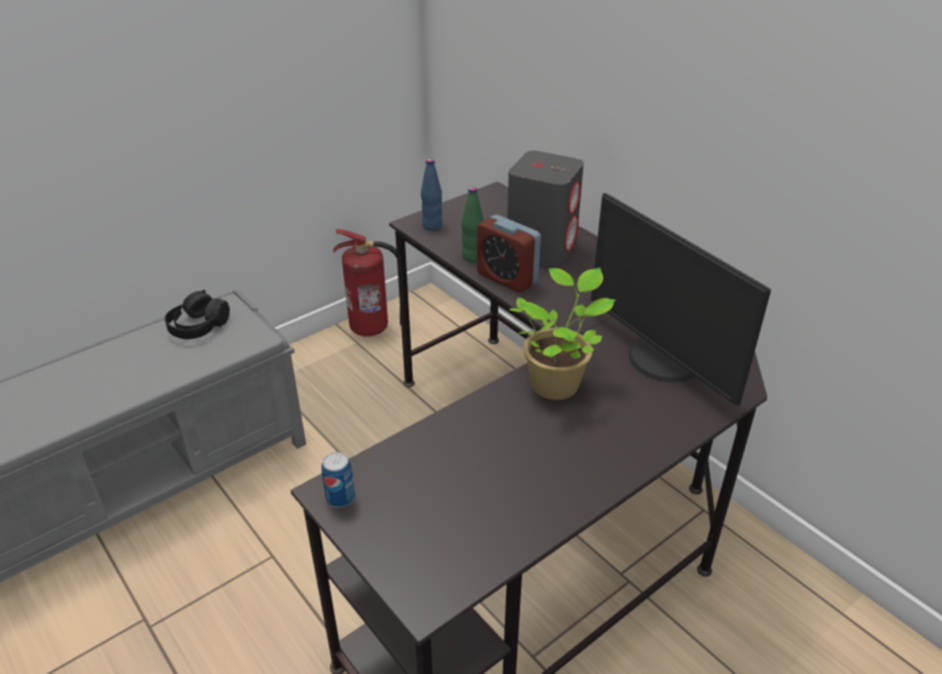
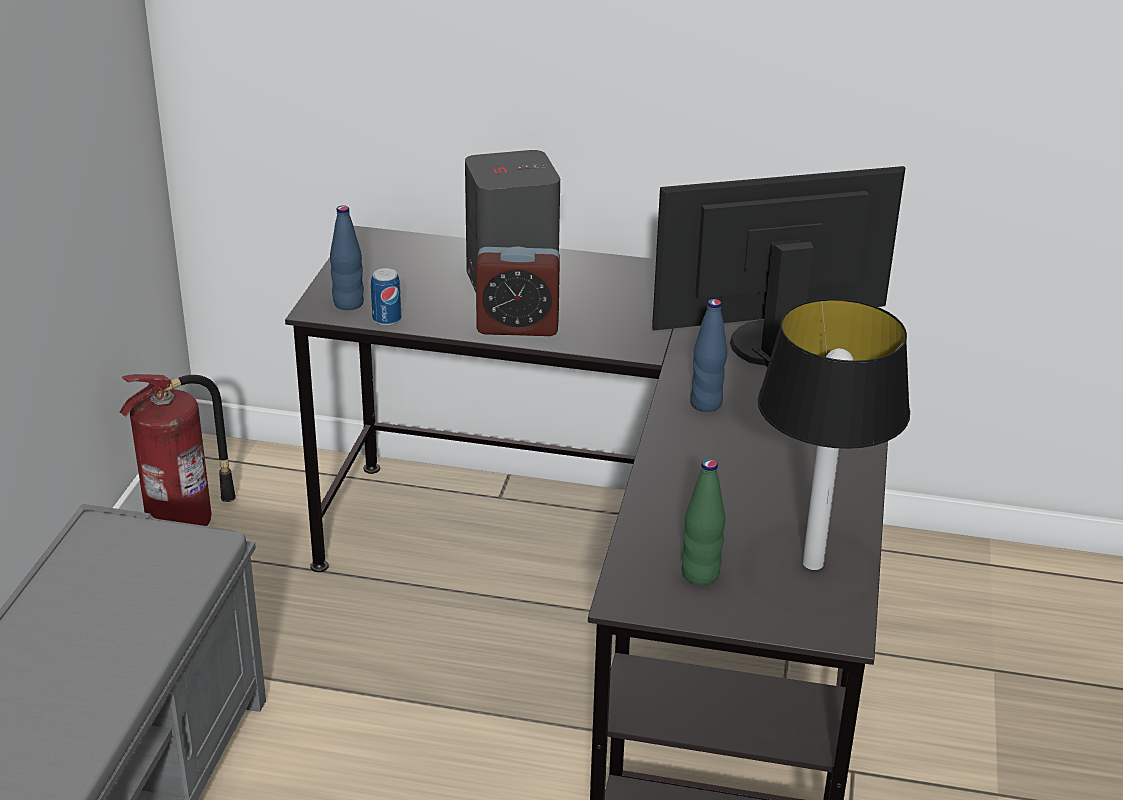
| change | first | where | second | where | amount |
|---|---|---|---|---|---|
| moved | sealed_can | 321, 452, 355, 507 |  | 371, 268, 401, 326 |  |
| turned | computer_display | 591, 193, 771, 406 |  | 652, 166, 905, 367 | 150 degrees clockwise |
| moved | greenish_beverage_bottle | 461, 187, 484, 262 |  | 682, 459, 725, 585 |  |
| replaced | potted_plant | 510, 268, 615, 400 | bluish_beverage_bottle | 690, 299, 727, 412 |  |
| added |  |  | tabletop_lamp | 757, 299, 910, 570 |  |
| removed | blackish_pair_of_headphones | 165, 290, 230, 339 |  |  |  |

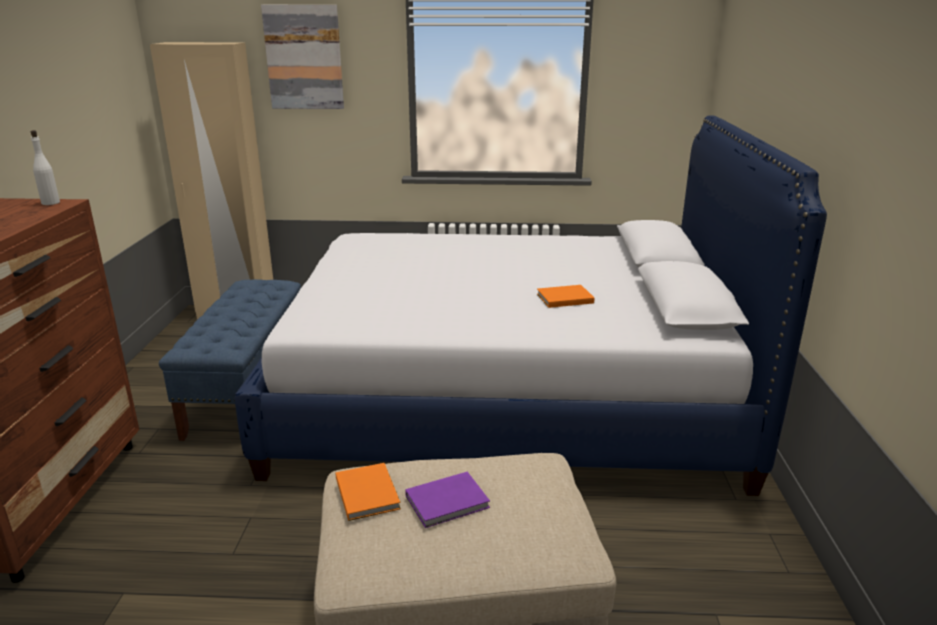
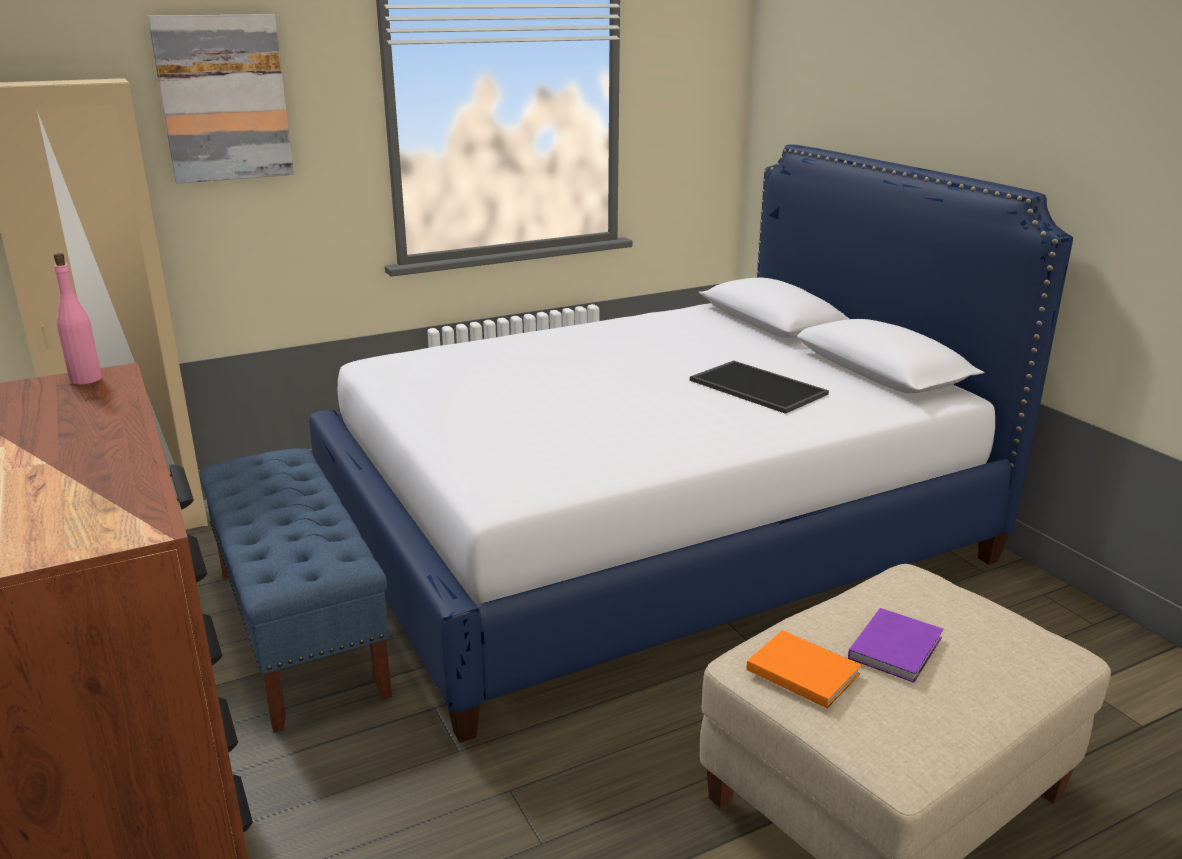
| change | first | where | second | where | amount |
|---|---|---|---|---|---|
| recoloured | whitish_beverage_bottle | 31, 130, 60, 205 | pink_beverage_bottle | 54, 253, 102, 385 |  |
| replaced | orange_book | 537, 285, 594, 308 | serving_tray | 690, 361, 829, 414 |  |

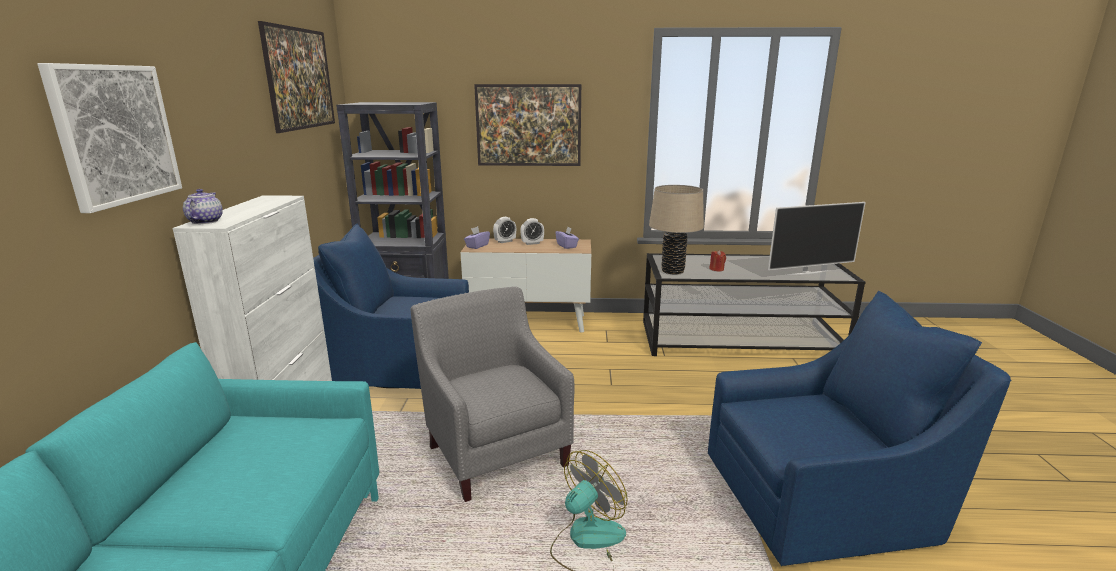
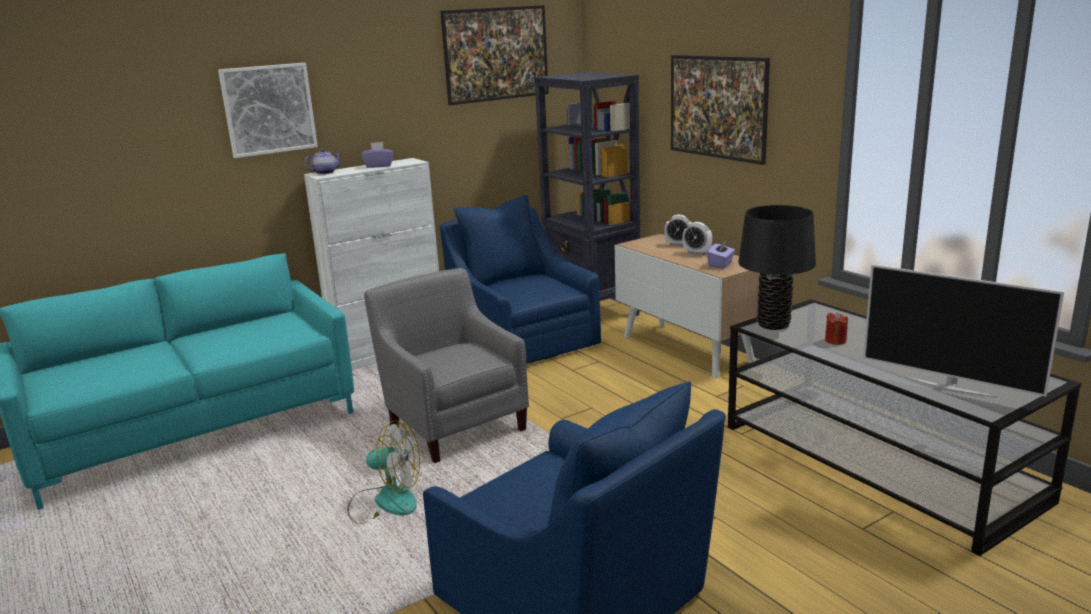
| change | first | where | second | where | amount |
|---|---|---|---|---|---|
| moved | purplish_box_of_tissues | 464, 226, 490, 249 |  | 362, 142, 393, 168 |  |
| turned | greyish_easy_chair | 411, 286, 575, 502 |  | 364, 268, 529, 463 | 60 degrees counterclockwise |
| recoloured | beige_tabletop_lamp | 649, 185, 704, 274 | blackish_tabletop_lamp | 738, 205, 816, 330 |  |

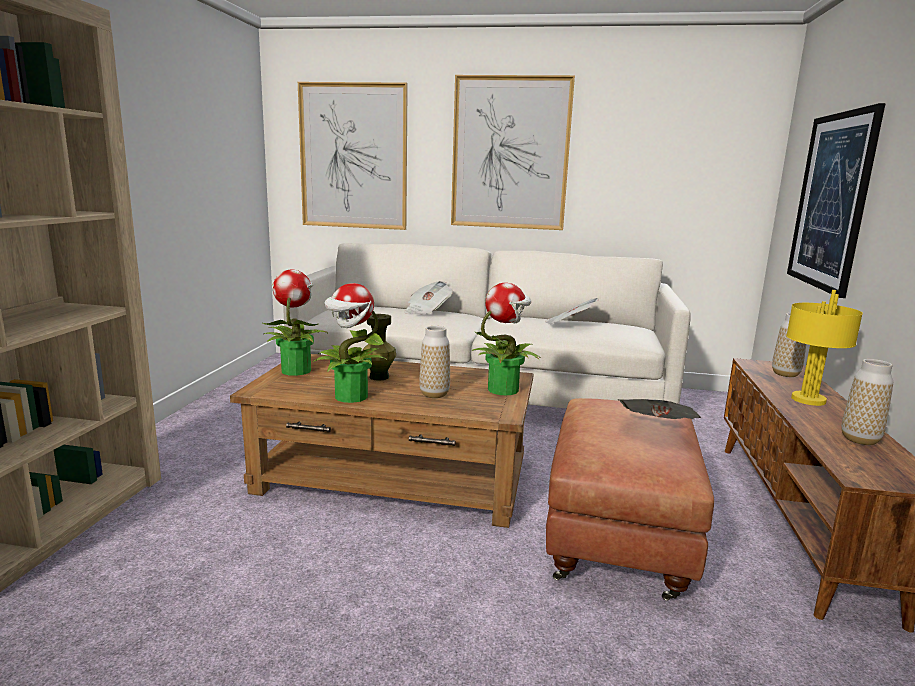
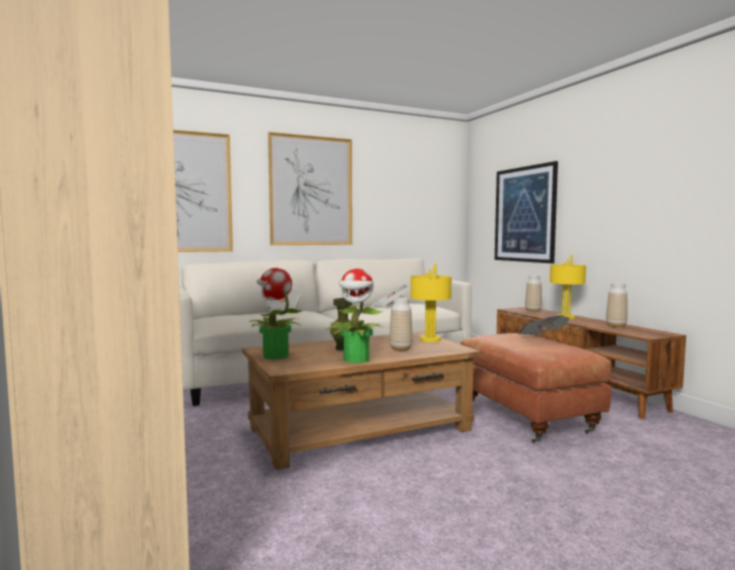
| change | first | where | second | where | amount |
|---|---|---|---|---|---|
| replaced | potted_plant | 472, 283, 540, 395 | yellow_tabletop_lamp | 410, 263, 452, 342 |  |

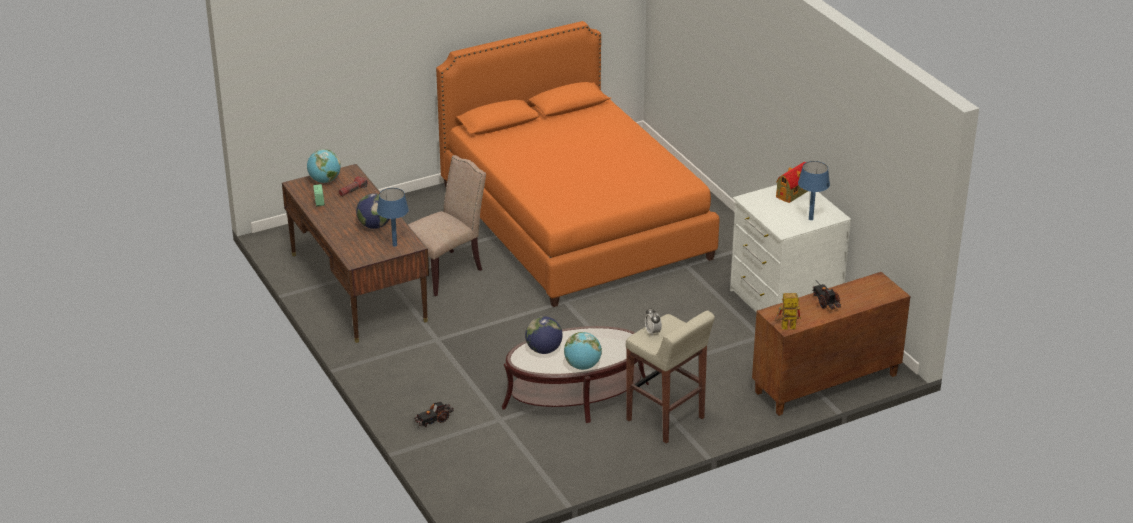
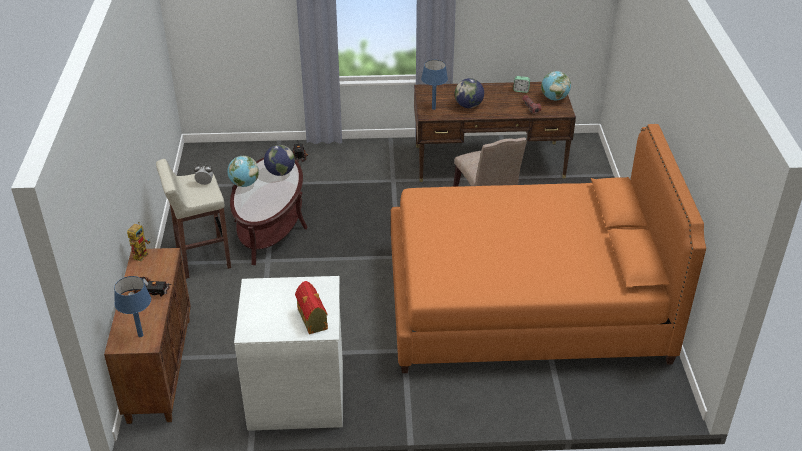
| change | first | where | second | where | amount |
|---|---|---|---|---|---|
| moved | bluish_tabletop_lamp | 798, 161, 830, 220 |  | 114, 276, 151, 337 |  |

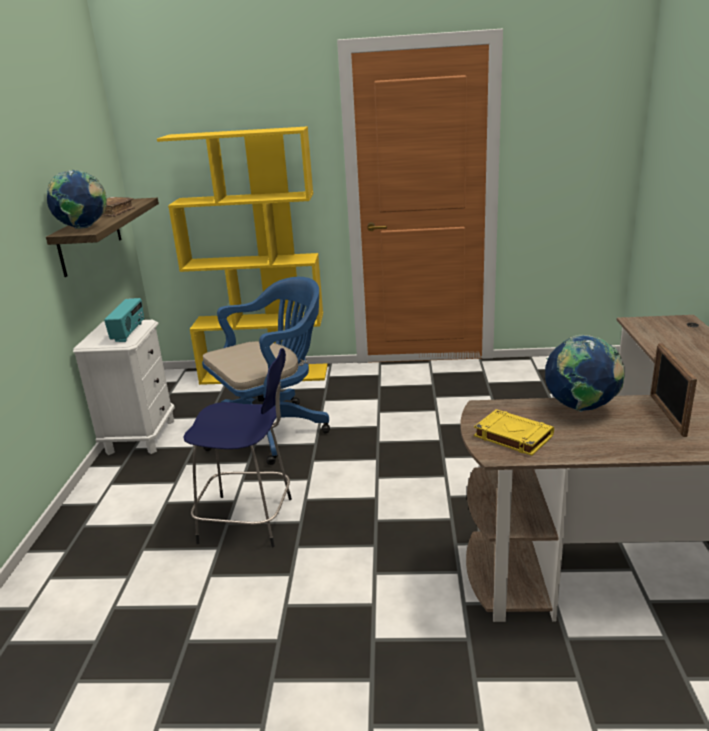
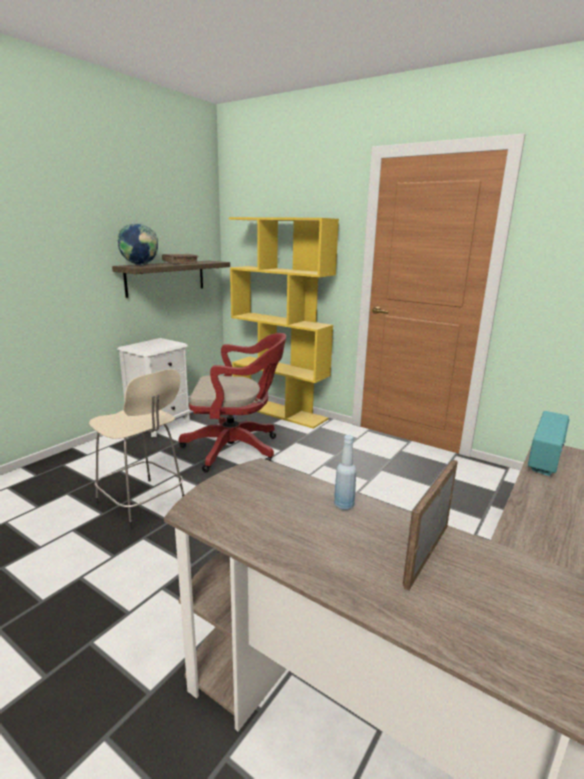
| change | first | where | second | where | amount |
|---|---|---|---|---|---|
| recoloured | bluish_sitting_stool | 183, 348, 292, 547 | beige_sitting_stool | 89, 369, 184, 530 |  |
| recoloured | bluish_computer_chair | 202, 277, 330, 465 | red-coloured_computer_chair | 179, 333, 286, 472 |  |
| replaced | globe | 545, 334, 625, 412 | bluish_beverage_bottle | 334, 435, 357, 510 |  |
| moved | radio | 104, 298, 144, 342 |  | 528, 411, 570, 476 |  |
| removed | yellow_book | 474, 409, 554, 456 |  |  |  |

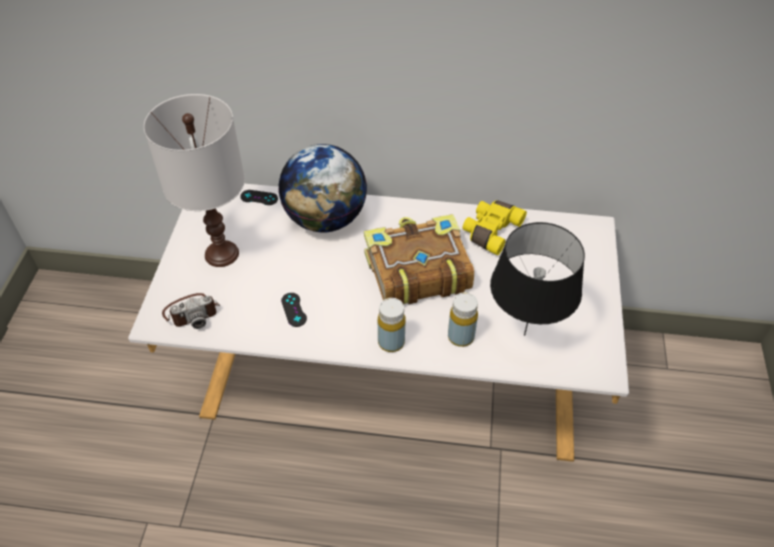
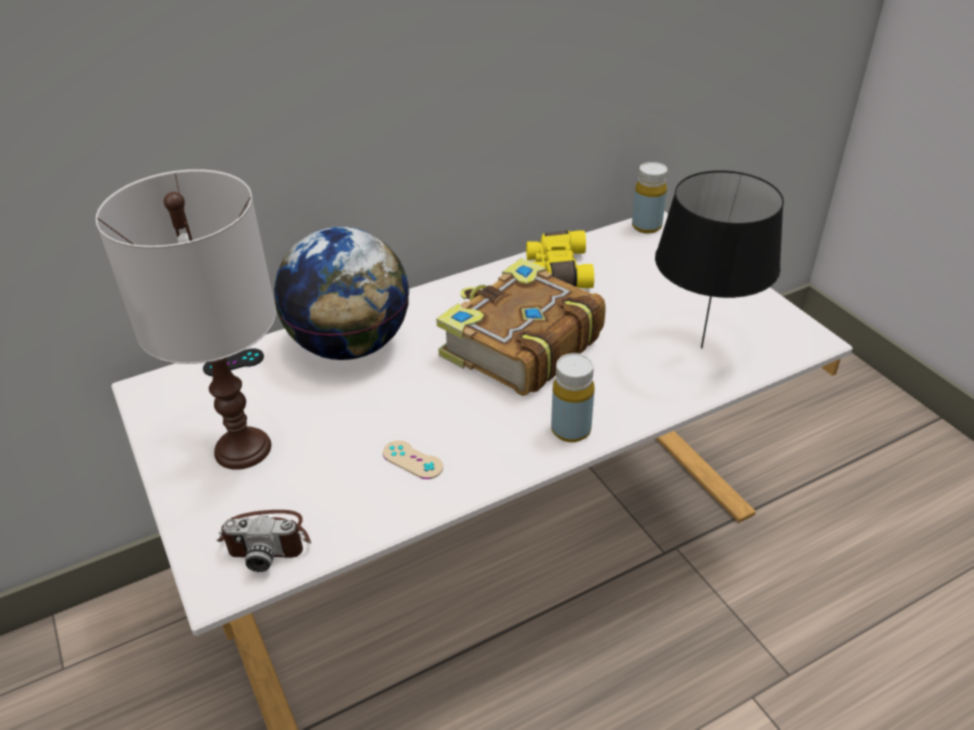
| change | first | where | second | where | amount |
|---|---|---|---|---|---|
| turned | still_camera | 162, 293, 220, 329 |  | 217, 510, 311, 572 | 60 degrees clockwise |
| recoloured | blackish_gamepad | 281, 293, 307, 327 | beige_gamepad | 383, 440, 443, 479 |  |
| moved | yellow_beverage_bottle | 448, 292, 478, 347 |  | 632, 162, 667, 234 |  |

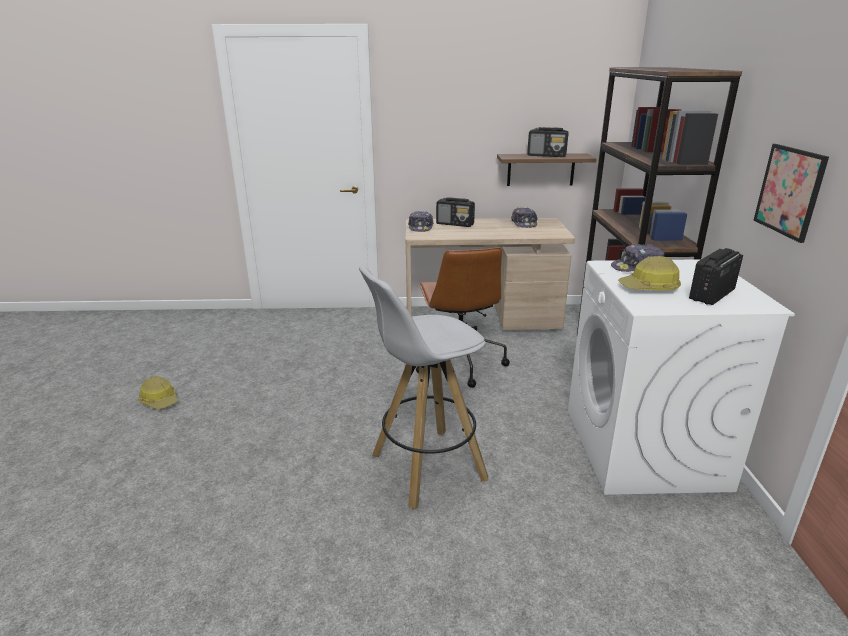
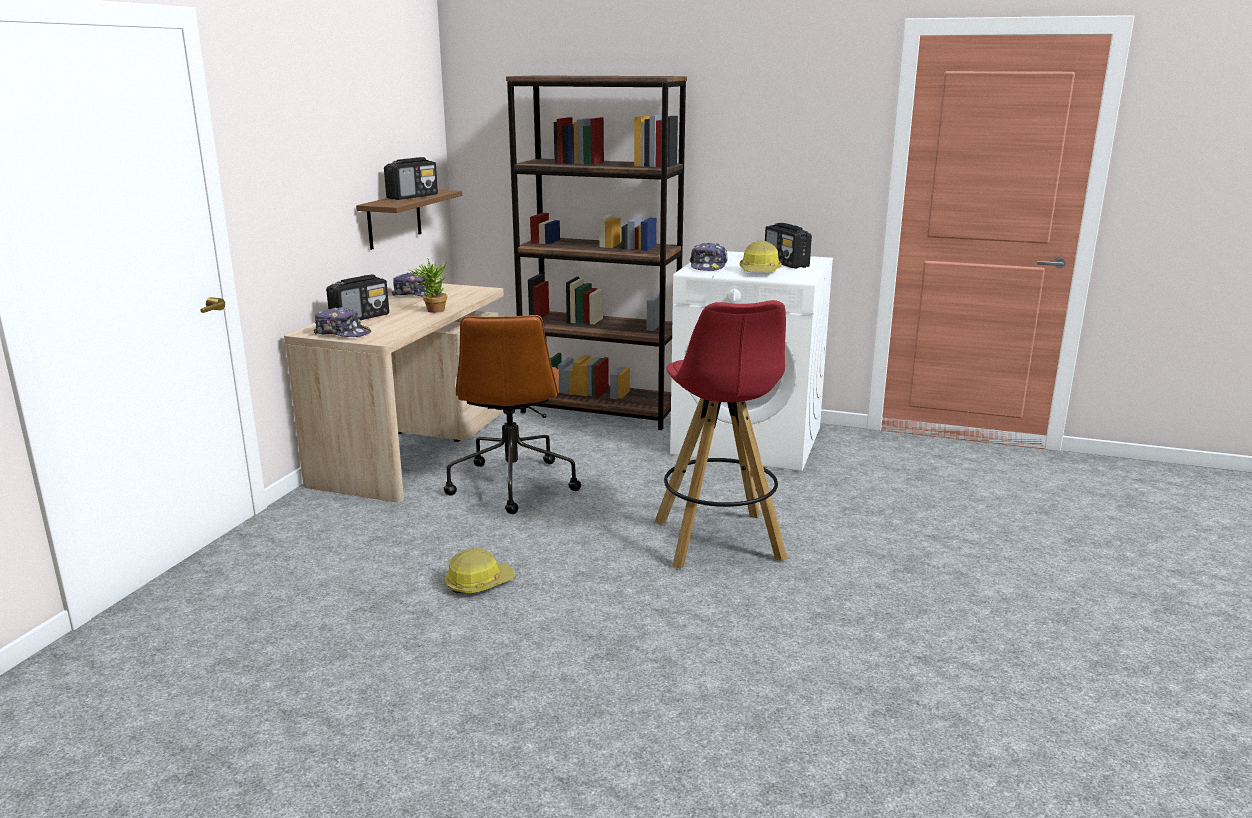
| change | first | where | second | where | amount |
|---|---|---|---|---|---|
| added |  |  | potted_plant | 408, 259, 447, 313 |  |
| turned | brownish_computer_chair | 416, 247, 510, 388 |  | 444, 315, 581, 514 | 75 degrees clockwise |
| moved | work_helmet | 138, 376, 178, 409 |  | 444, 548, 515, 594 |  |
| recoloured | whitish_sitting_stool | 359, 266, 488, 509 | red-coloured_sitting_stool | 655, 300, 787, 568 |  |
| removed | wall_art | 754, 144, 829, 243 |  |  |  |

